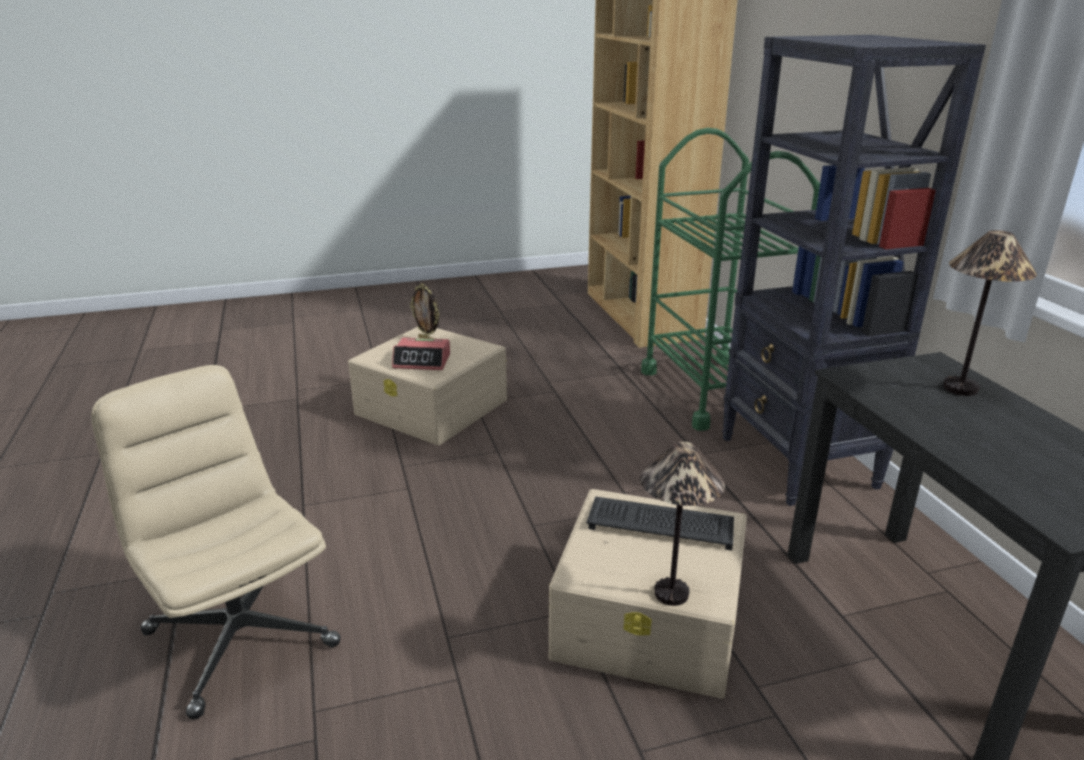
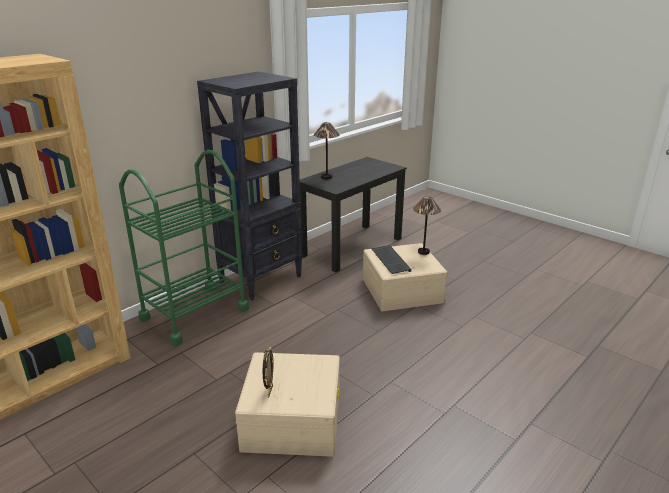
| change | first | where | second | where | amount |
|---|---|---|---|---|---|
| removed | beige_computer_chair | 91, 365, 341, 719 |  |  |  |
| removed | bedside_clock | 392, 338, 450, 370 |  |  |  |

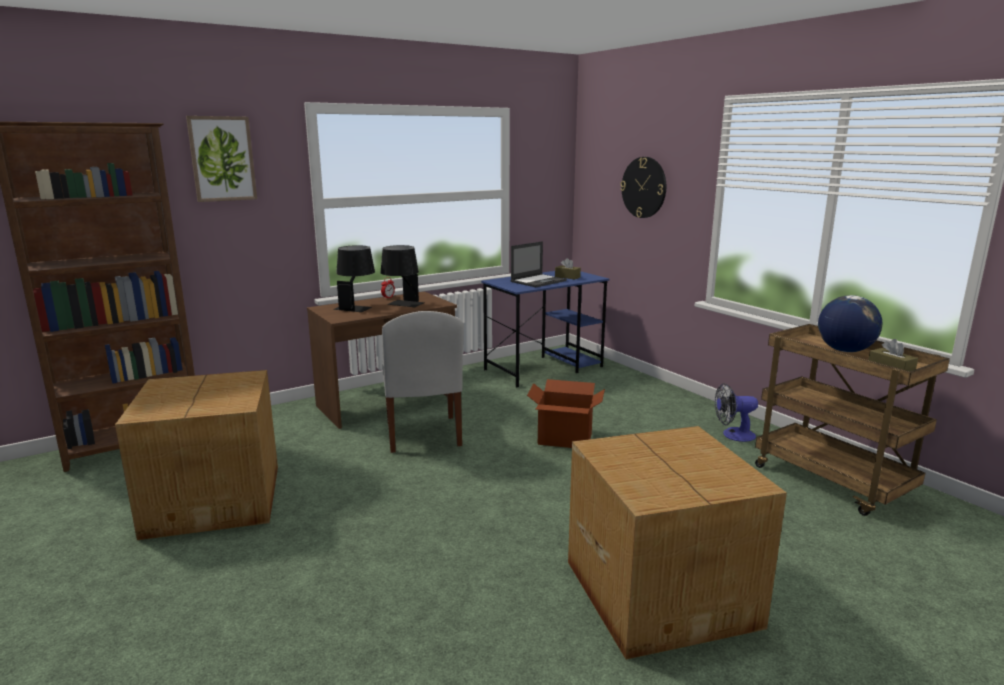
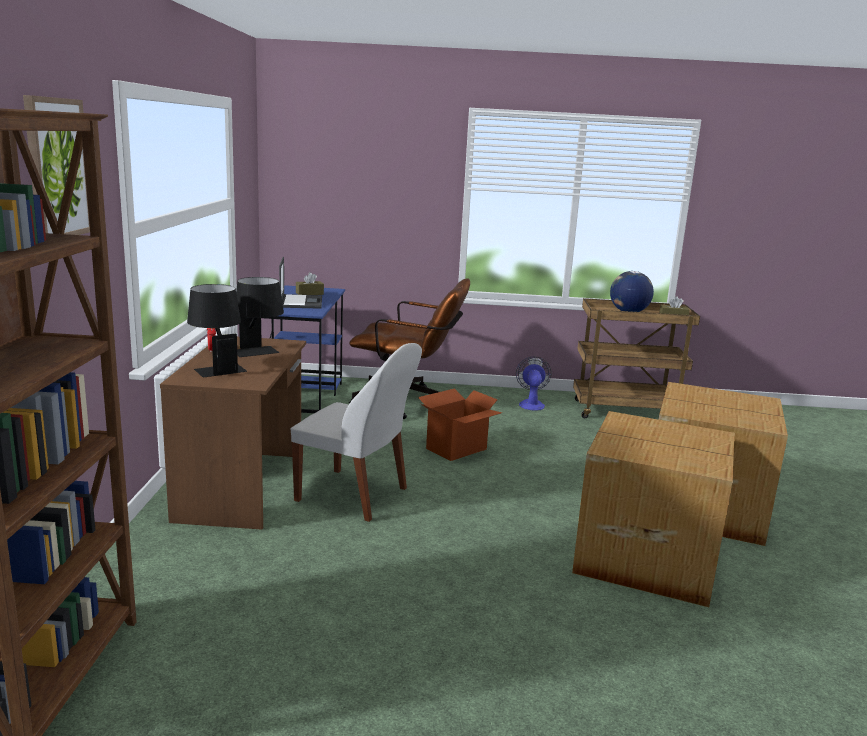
| change | first | where | second | where | amount |
|---|---|---|---|---|---|
| added |  |  | brownish_computer_chair | 349, 278, 470, 419 |  |
| turned | fan | 715, 383, 758, 442 |  | 516, 357, 551, 411 | 150 degrees clockwise |
| moved | carton | 115, 370, 278, 540 |  | 572, 411, 734, 607 |  |
| removed | hanging_clock | 620, 157, 666, 218 |  |  |  |

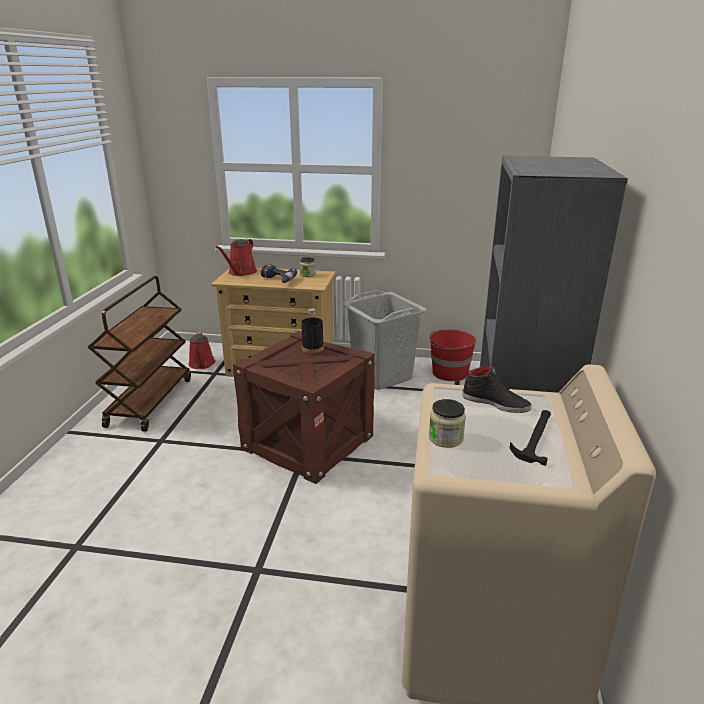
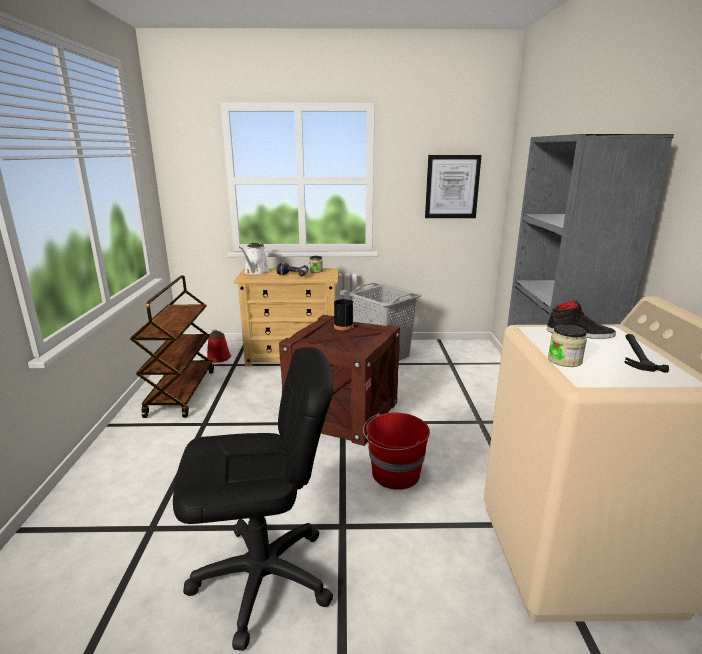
| change | first | where | second | where | amount |
|---|---|---|---|---|---|
| added |  |  | blackish_computer_chair | 173, 347, 333, 651 |  |
| recoloured | red-coloured_watering_can | 216, 239, 257, 276 | whitish_watering_can | 239, 243, 270, 275 |  |
| moved | red-coloured_bucket | 428, 329, 476, 381 |  | 363, 413, 430, 490 |  |
| added |  |  | wall_art | 425, 155, 482, 218 |  |

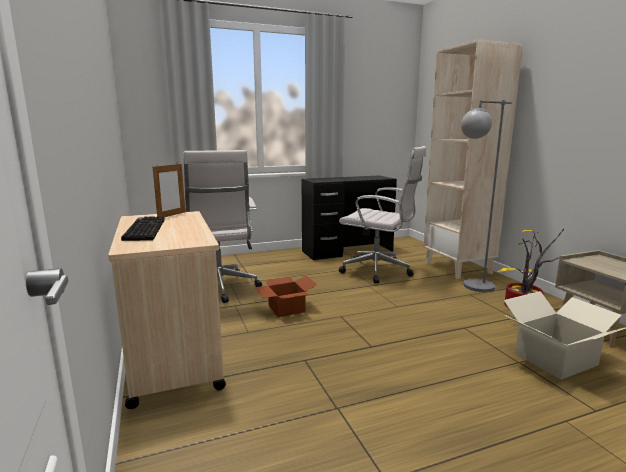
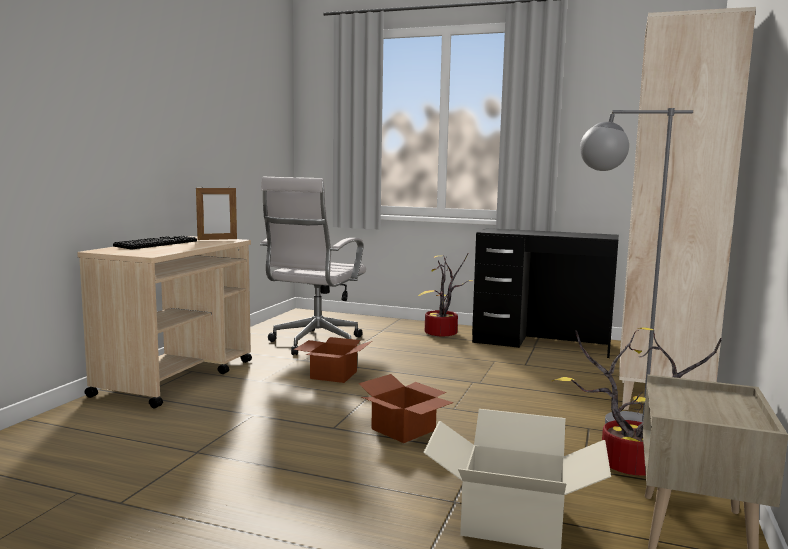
| change | first | where | second | where | amount |
|---|---|---|---|---|---|
| added |  |  | carton | 358, 374, 454, 443 |  |
| added |  |  | potted_plant | 418, 253, 472, 336 |  |
| removed | whitish_computer_chair | 339, 146, 426, 284 |  |  |  |

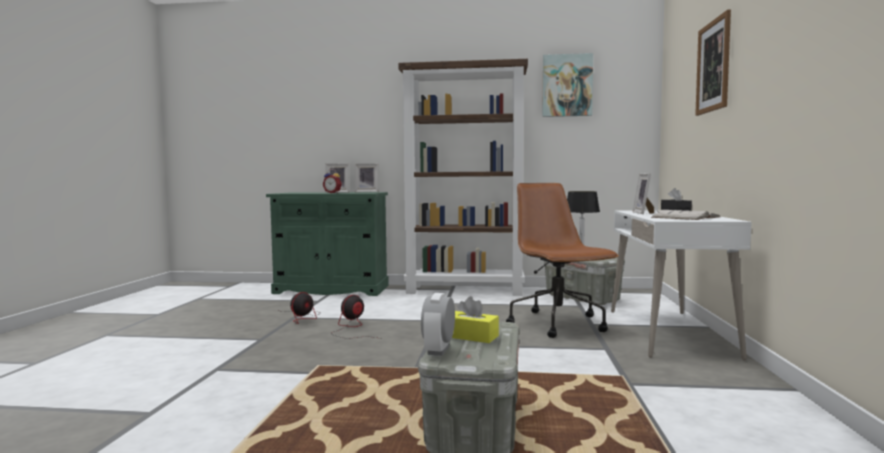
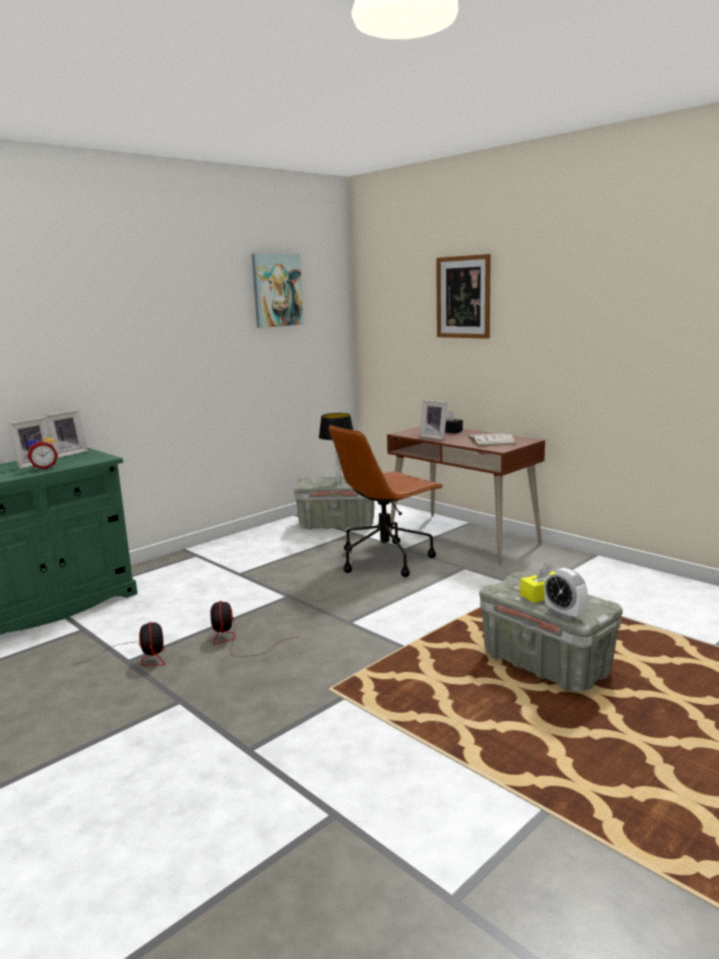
| change | first | where | second | where | amount |
|---|---|---|---|---|---|
| turned | brownish_computer_chair | 506, 183, 619, 338 |  | 329, 425, 444, 577 | 60 degrees counterclockwise |
| recoloured | whitish_desk_table | 611, 210, 752, 361 | brownish_desk_table | 387, 427, 545, 564 |  |
| removed | brownish_bookshelf | 398, 59, 528, 296 |  |  |  |

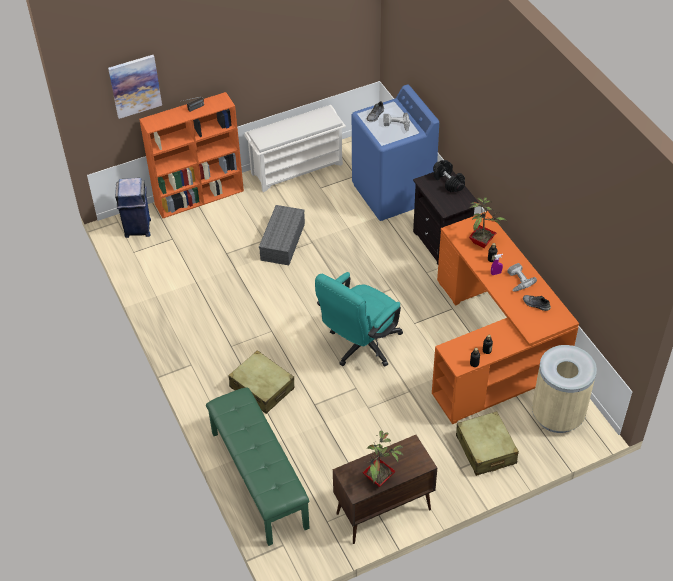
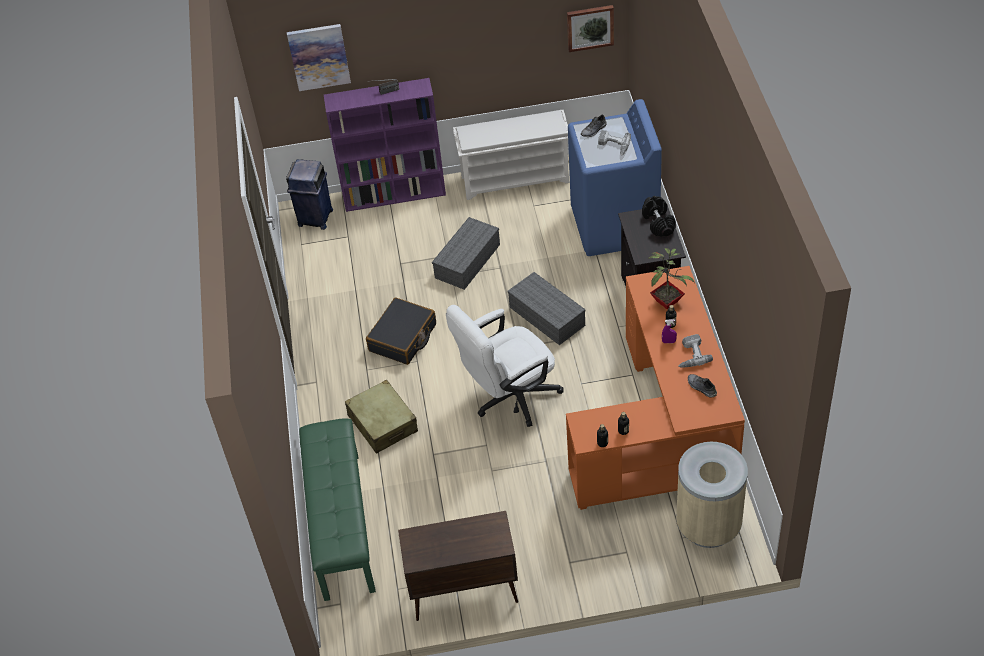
| change | first | where | second | where | amount |
|---|---|---|---|---|---|
| recoloured | orange_bookshelf | 139, 92, 244, 218 | purplish_bookshelf | 324, 78, 446, 212 |  |
| added |  |  | blackish_piece_of_luggage | 366, 297, 436, 365 |  |
| recoloured | turquoise_computer_chair | 315, 272, 403, 367 | whitish_computer_chair | 446, 305, 564, 427 |  |
| added |  |  | greyish_storage_bin | 507, 272, 586, 345 |  |
| added |  |  | wall_art | 567, 5, 614, 52 |  |
| removed | potted_plant | 362, 430, 404, 487 |  |  |  |
| removed | beige_piece_of_luggage | 456, 411, 519, 476 |  |  |  |

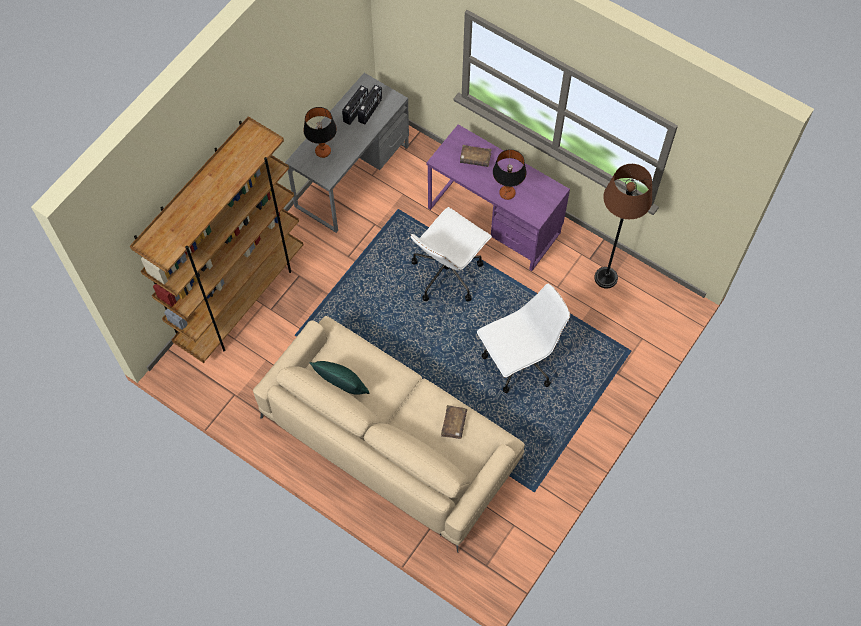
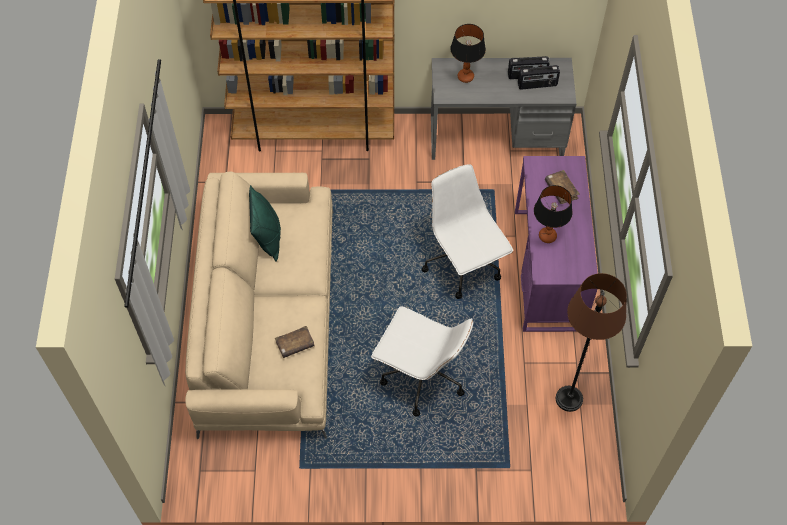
| change | first | where | second | where | amount |
|---|---|---|---|---|---|
| turned | whitish_computer_chair | 411, 207, 492, 301 |  | 422, 164, 513, 299 | 60 degrees clockwise |

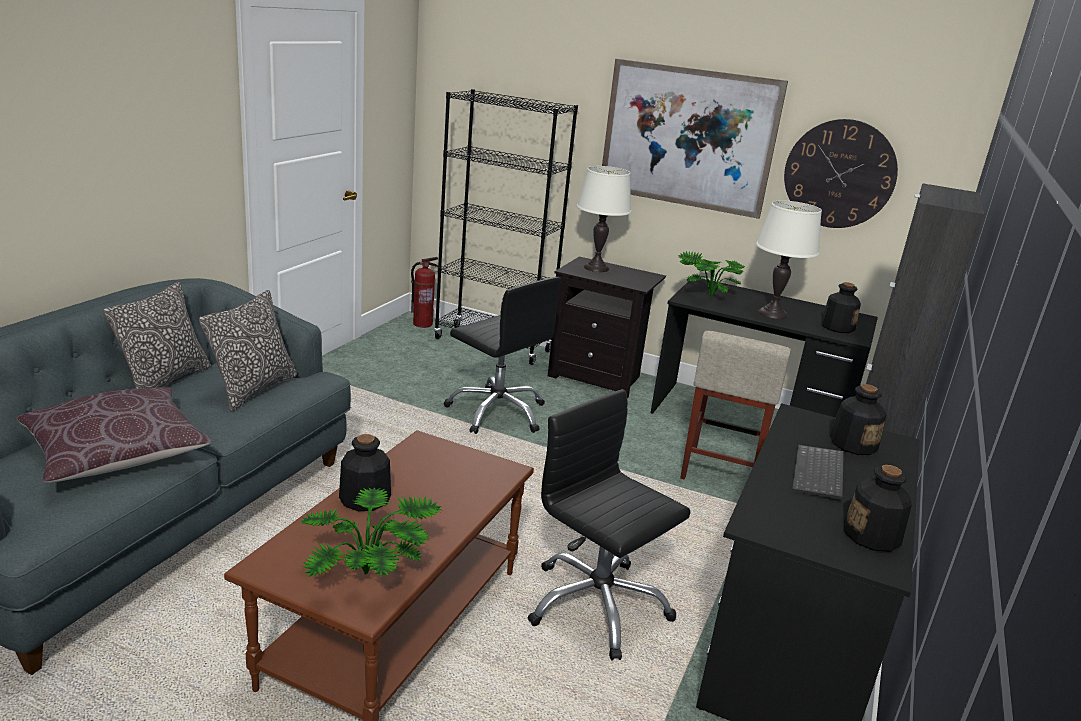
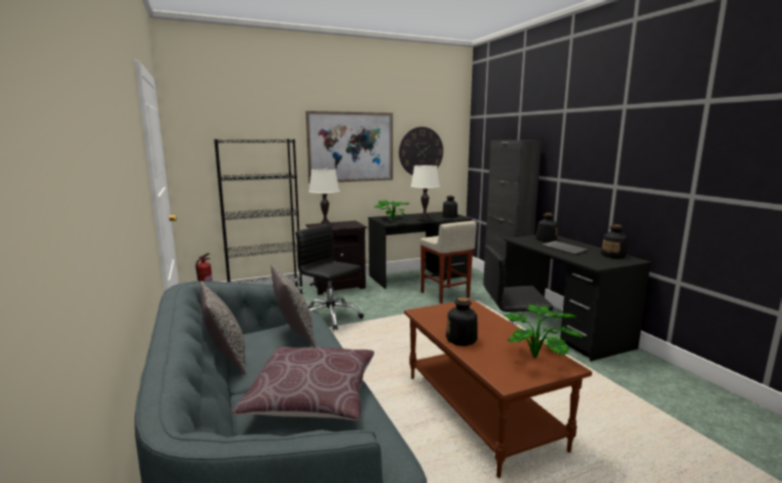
| change | first | where | second | where | amount |
|---|---|---|---|---|---|
| turned | blackish_computer_chair | 444, 277, 561, 434 |  | 296, 224, 364, 330 | 135 degrees counterclockwise |

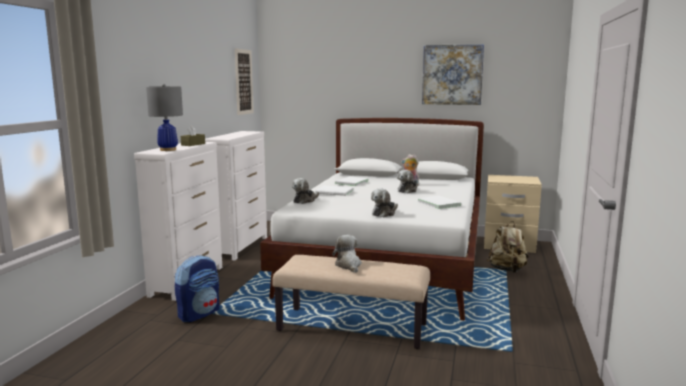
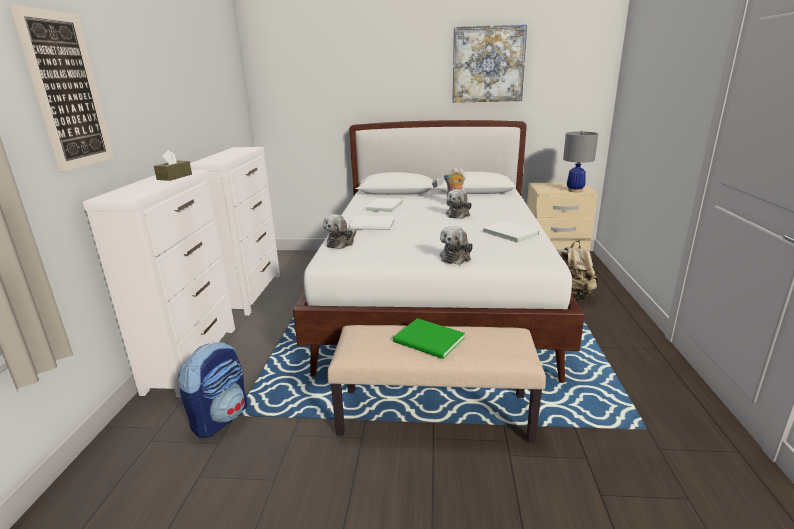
| change | first | where | second | where | amount |
|---|---|---|---|---|---|
| moved | wall_art | 235, 48, 254, 115 |  | 10, 4, 114, 172 |  |
| replaced | soft_toy | 333, 235, 362, 273 | greenish_book | 393, 318, 465, 359 |  |
| moved | greyish_tabletop_lamp | 146, 84, 183, 151 |  | 563, 131, 598, 192 |  |

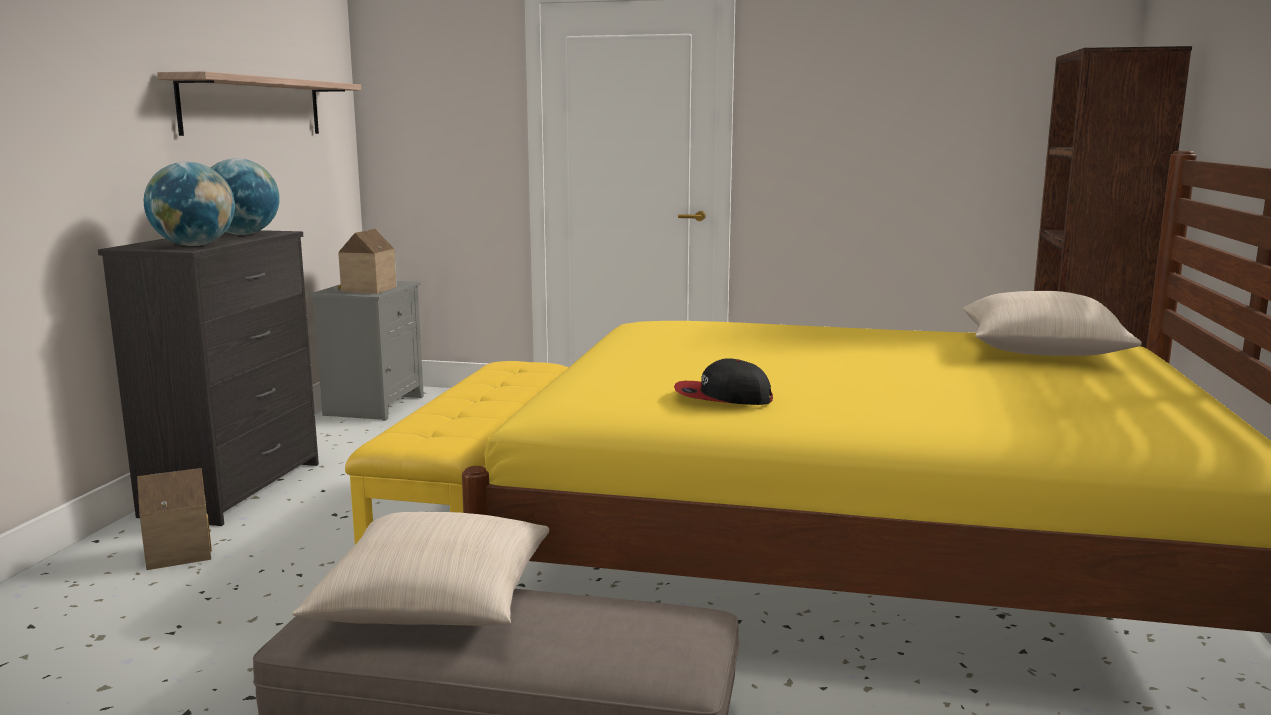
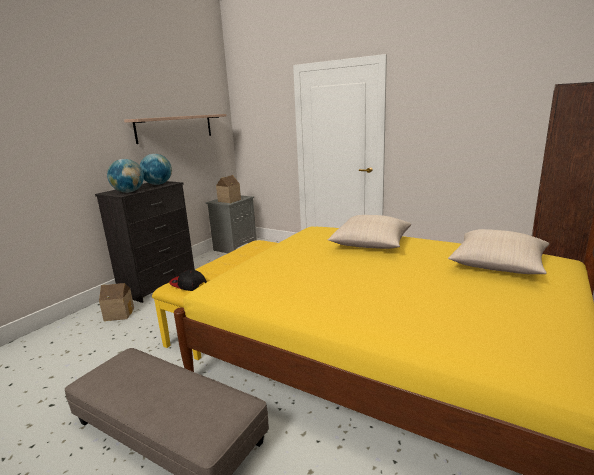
| change | first | where | second | where | amount |
|---|---|---|---|---|---|
| moved | cap | 674, 359, 773, 405 |  | 169, 270, 207, 291 |  |
| moved | beige_throw_pillow | 292, 512, 549, 626 |  | 328, 215, 411, 249 |  |

